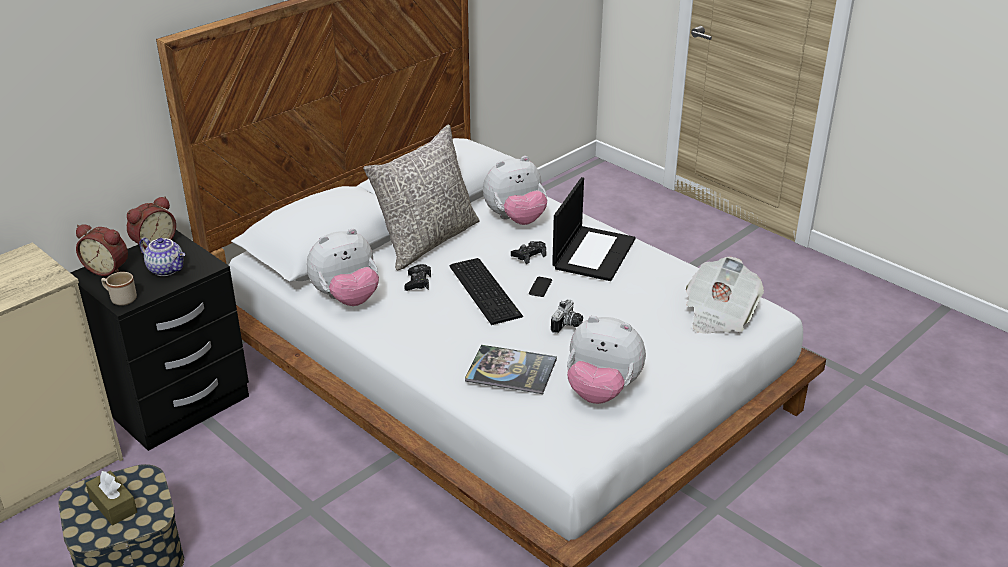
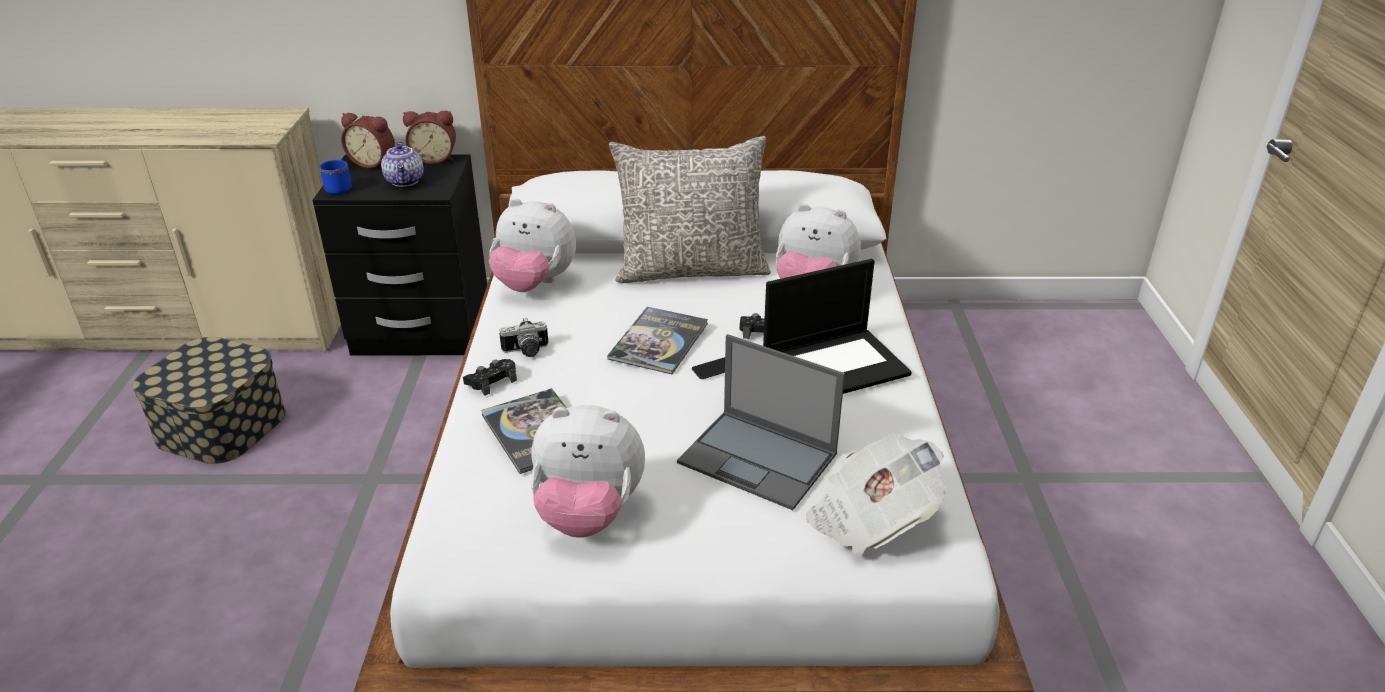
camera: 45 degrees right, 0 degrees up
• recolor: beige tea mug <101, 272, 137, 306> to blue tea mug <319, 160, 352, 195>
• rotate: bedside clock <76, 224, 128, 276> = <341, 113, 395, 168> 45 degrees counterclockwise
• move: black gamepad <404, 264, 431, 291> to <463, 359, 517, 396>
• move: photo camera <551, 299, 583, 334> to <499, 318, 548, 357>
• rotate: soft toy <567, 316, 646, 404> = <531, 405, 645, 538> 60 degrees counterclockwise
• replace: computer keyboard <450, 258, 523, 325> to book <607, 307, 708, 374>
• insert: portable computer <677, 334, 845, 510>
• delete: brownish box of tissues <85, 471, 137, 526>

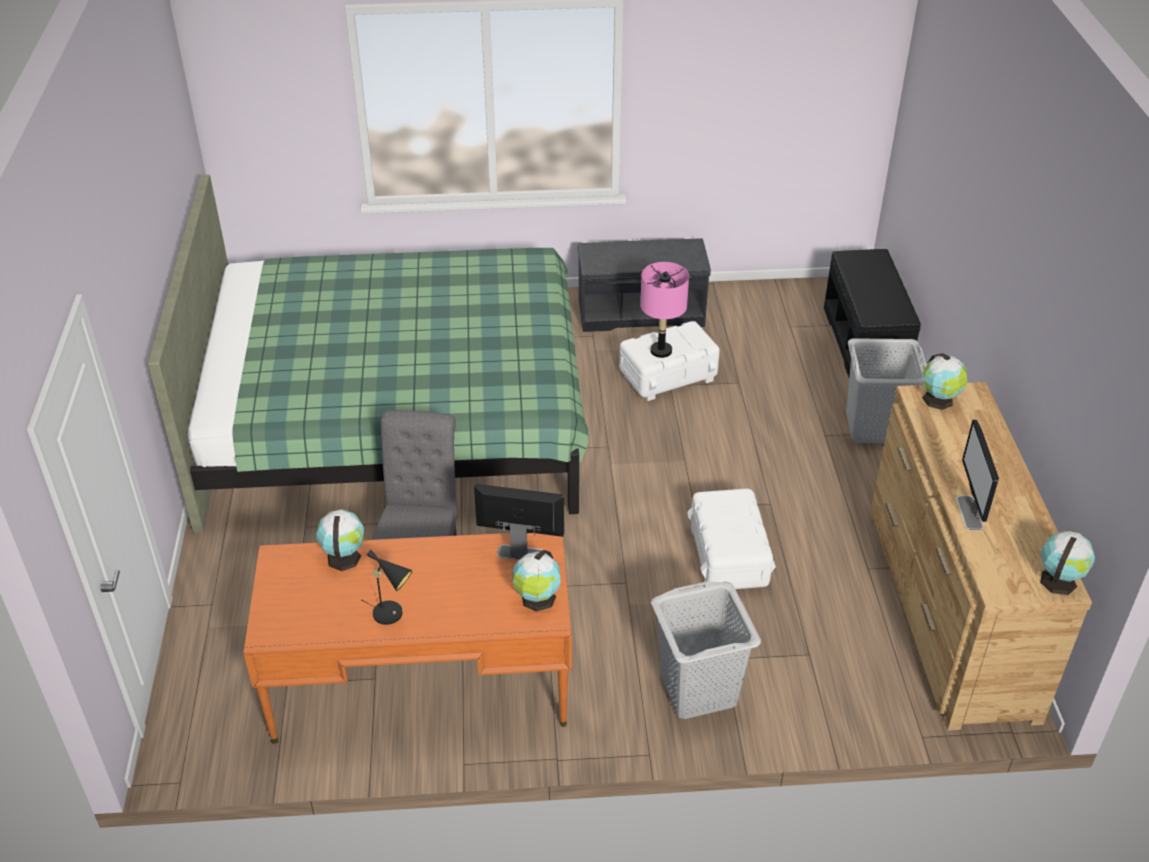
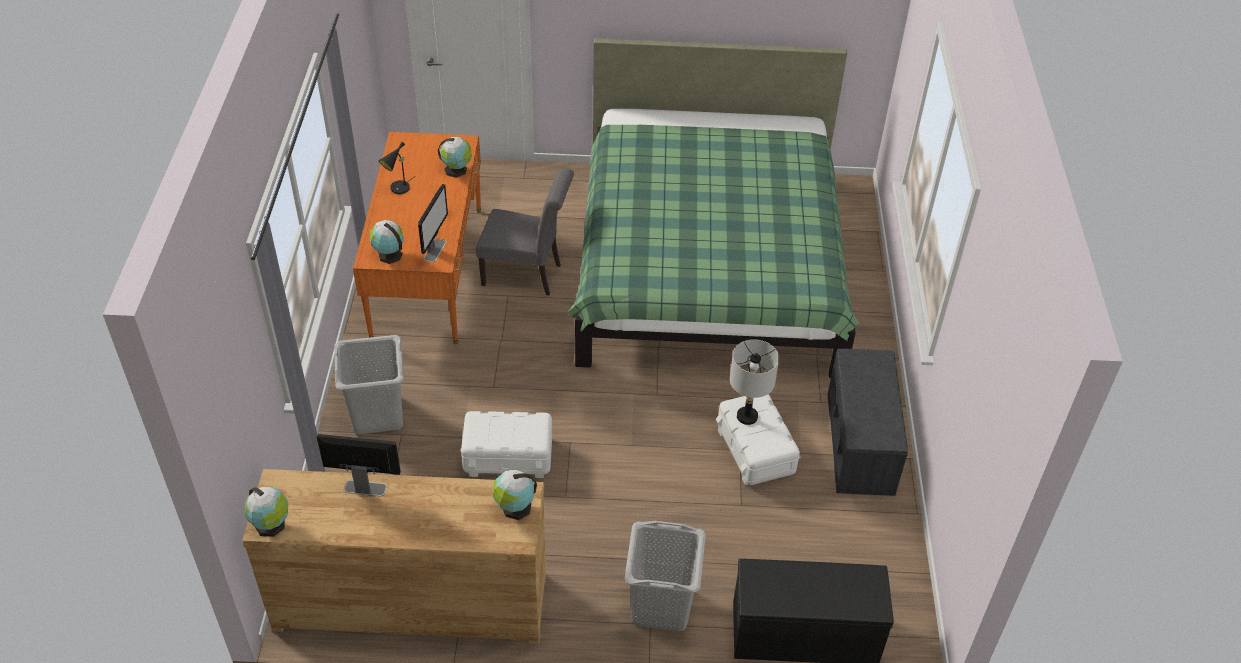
camera: 95 degrees right, 5 degrees up
• recolor: pink tabletop lamp <640, 262, 689, 358> to greyish tabletop lamp <730, 339, 779, 425>

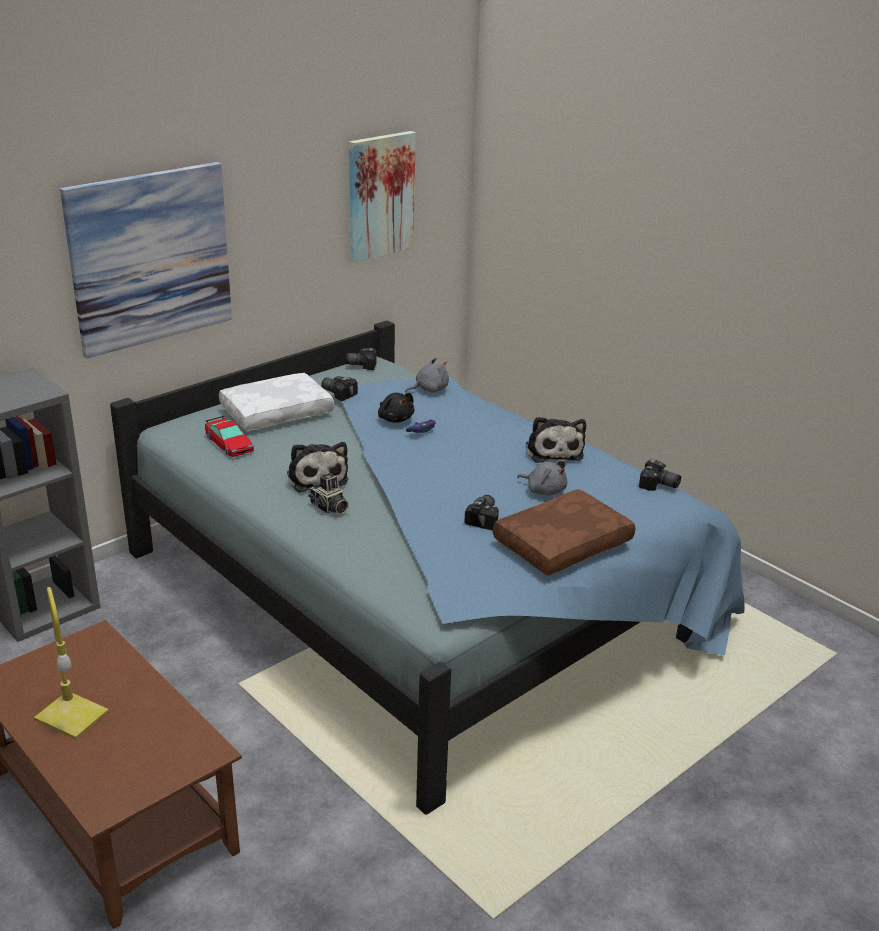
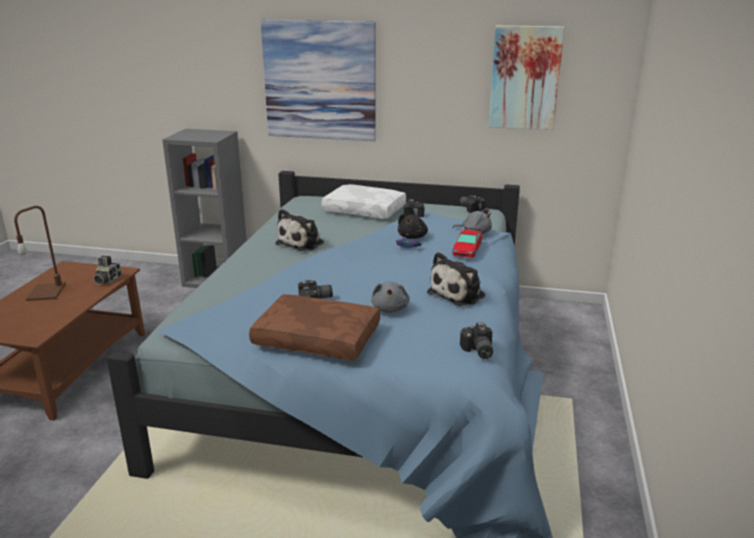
camera: 55 degrees right, 5 degrees down
• recolor: yellowish tabletop lamp <34, 587, 109, 739> to brownish tabletop lamp <14, 206, 65, 301>
• move: photo camera <308, 473, 349, 514> to <93, 256, 121, 285>
• move: toy car <205, 416, 254, 457> to <452, 228, 482, 258>

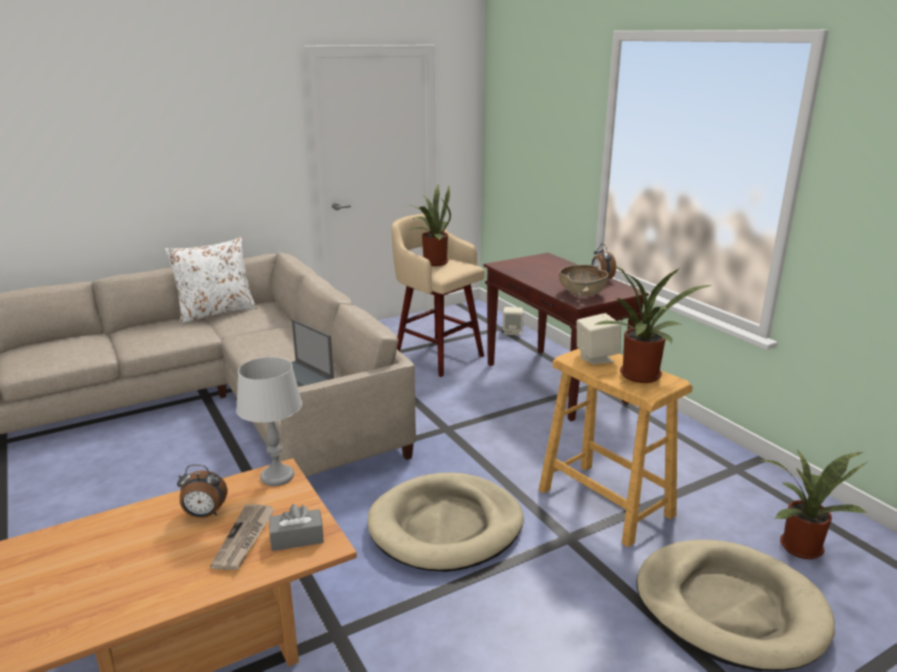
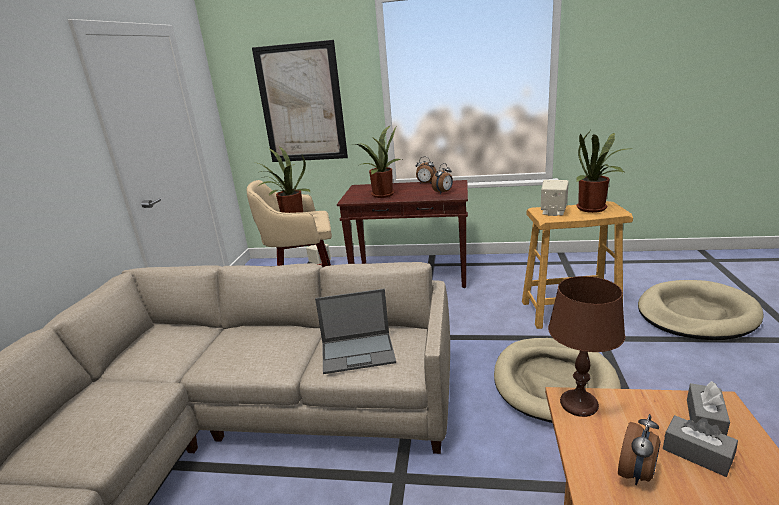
camera: 50 degrees left, 0 degrees up
• insert: wall art <252, 40, 348, 162>
• move: potted plant <760, 450, 868, 559> to <351, 126, 402, 198>
• replace: brownish bowl <559, 265, 608, 297> to bedside clock <431, 163, 453, 194>
• recolor: greyish tabletop lamp <236, 357, 302, 486> to brownish tabletop lamp <548, 276, 625, 417>
• replace: printed paper <210, 504, 275, 570> to greyish box of tissues <663, 415, 738, 477>
• delete: whitish cushion <164, 237, 257, 324>

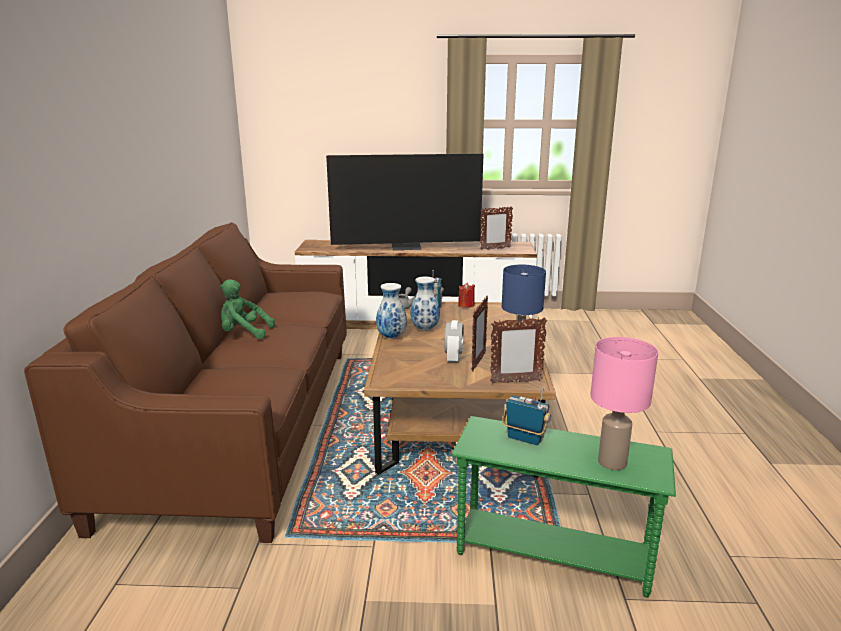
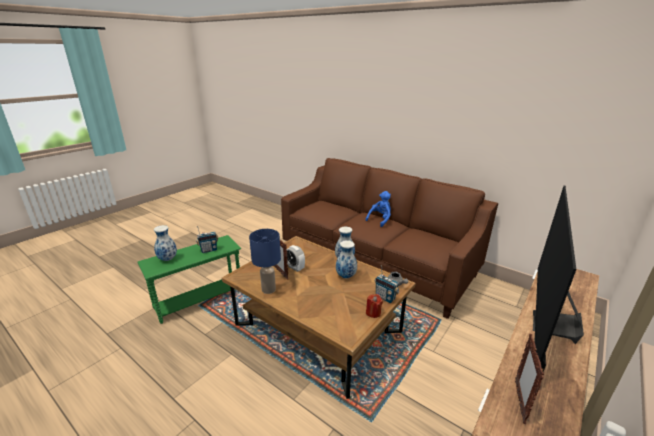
camera: 125 degrees right, 5 degrees up
• replace: pink tabletop lamp <590, 337, 658, 470> to vase <154, 225, 177, 261>
• recolor: greenish soft toy <220, 279, 275, 339> to blue soft toy <365, 191, 391, 227>
• delete: picture frame <490, 318, 547, 384>

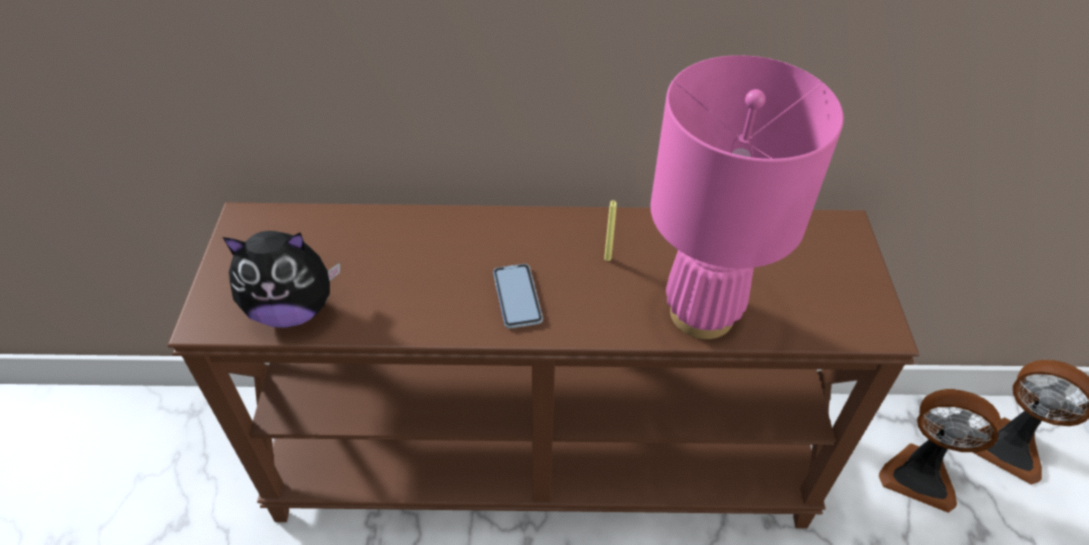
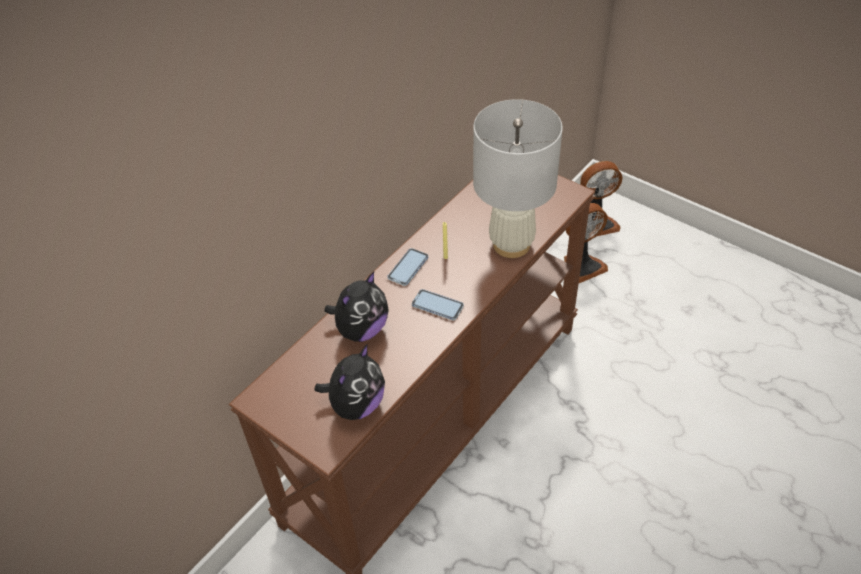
camera: 50 degrees left, 0 degrees up
• insert: soft toy <324, 271, 389, 342>
• insert: handset <387, 248, 429, 286>
• recolor: pink tabletop lamp <650, 55, 844, 339> to whitish tabletop lamp <473, 99, 563, 258>

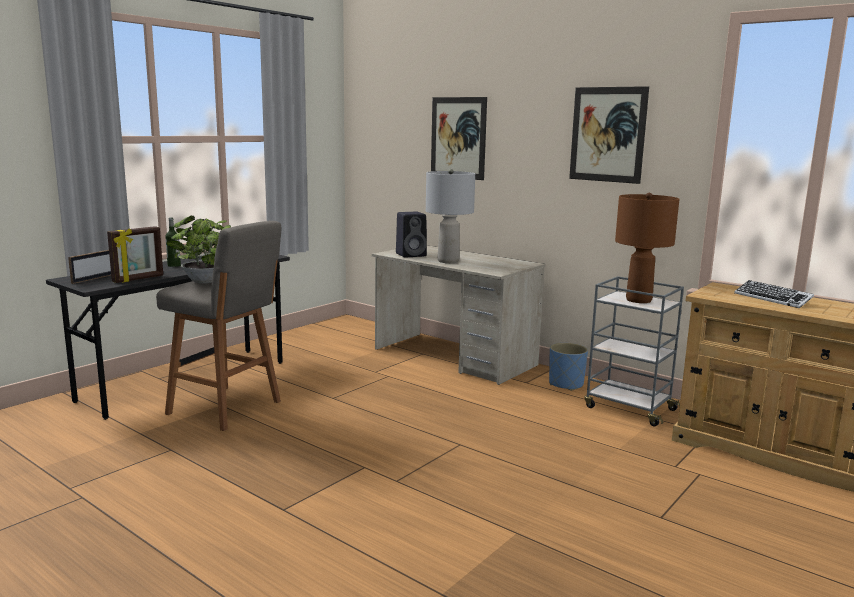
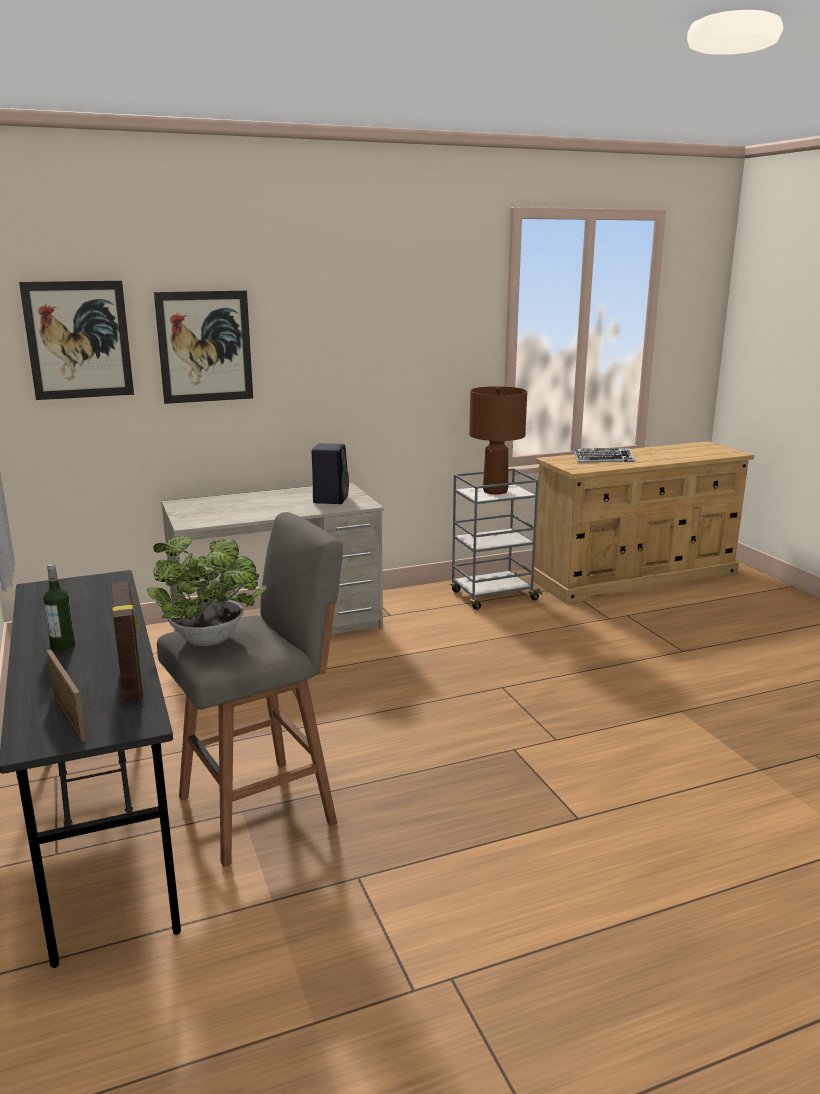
camera: 60 degrees left, 5 degrees up
• move: wall art <569, 86, 649, 184> to <19, 281, 134, 400>
• move: black speaker <396, 212, 427, 258> to <311, 443, 349, 504>
• delete: greyish tabletop lamp <426, 169, 475, 263>
• delete: blue plant pot <549, 343, 588, 391>

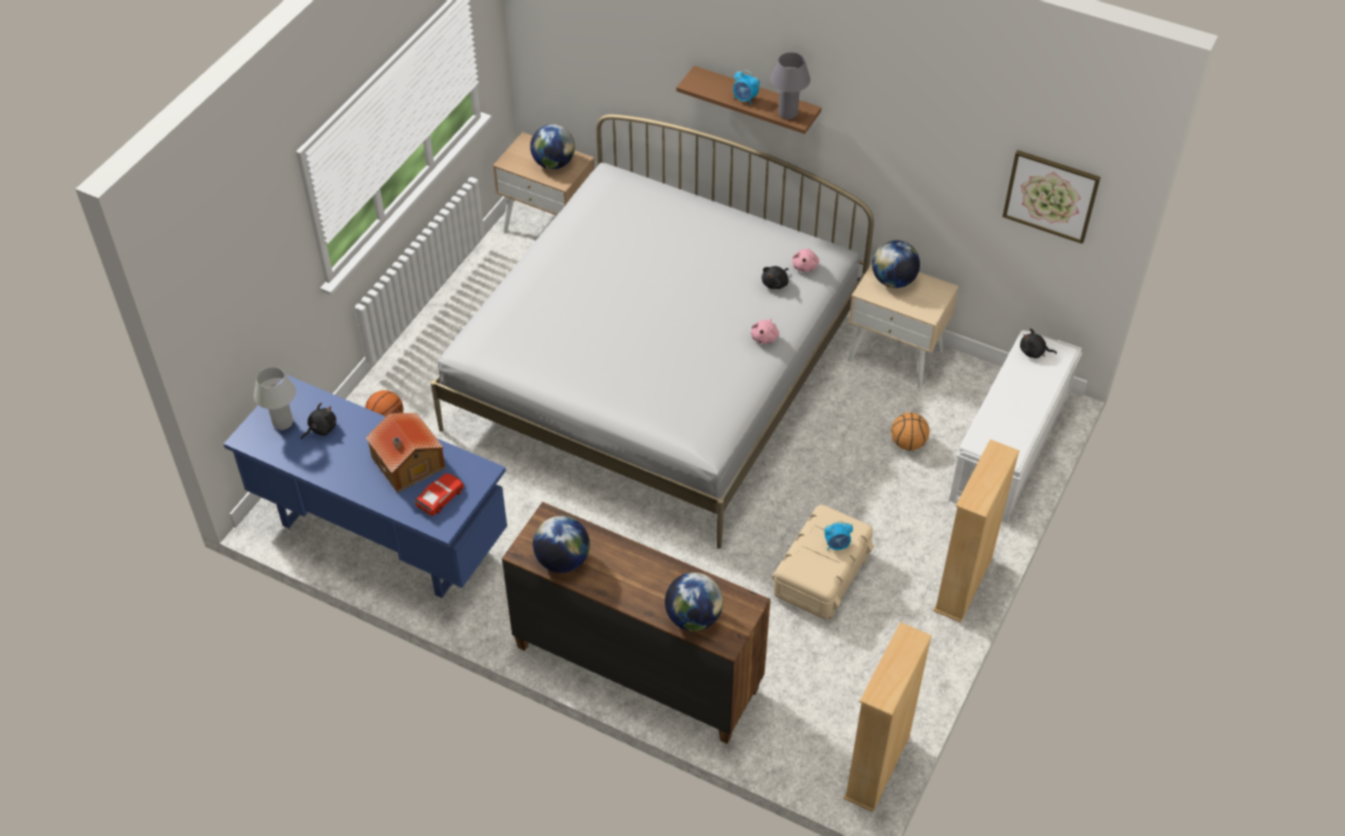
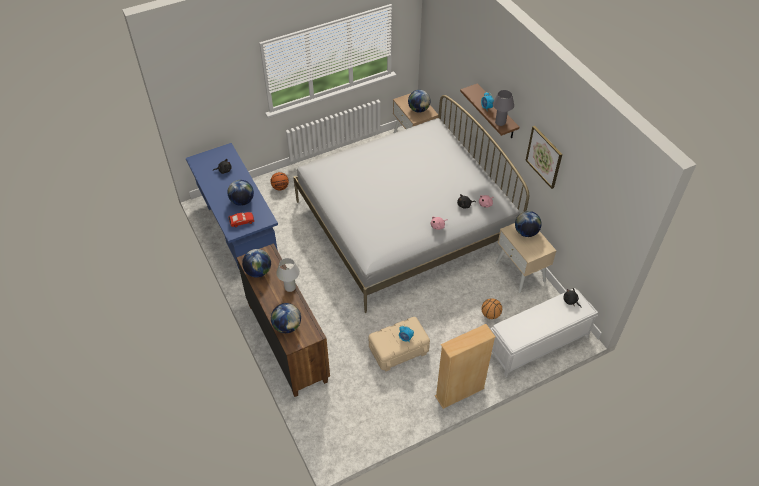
camera: 35 degrees right, 0 degrees up
• replace: miniature house <366, 413, 446, 493> to desk globe <227, 180, 254, 206>
• move: whitish tabletop lamp <254, 367, 296, 430> to <276, 258, 300, 292>
• move: wall art <1002, 150, 1101, 244> to <525, 126, 562, 189>
• delete: beige bookcase <843, 622, 932, 812>

